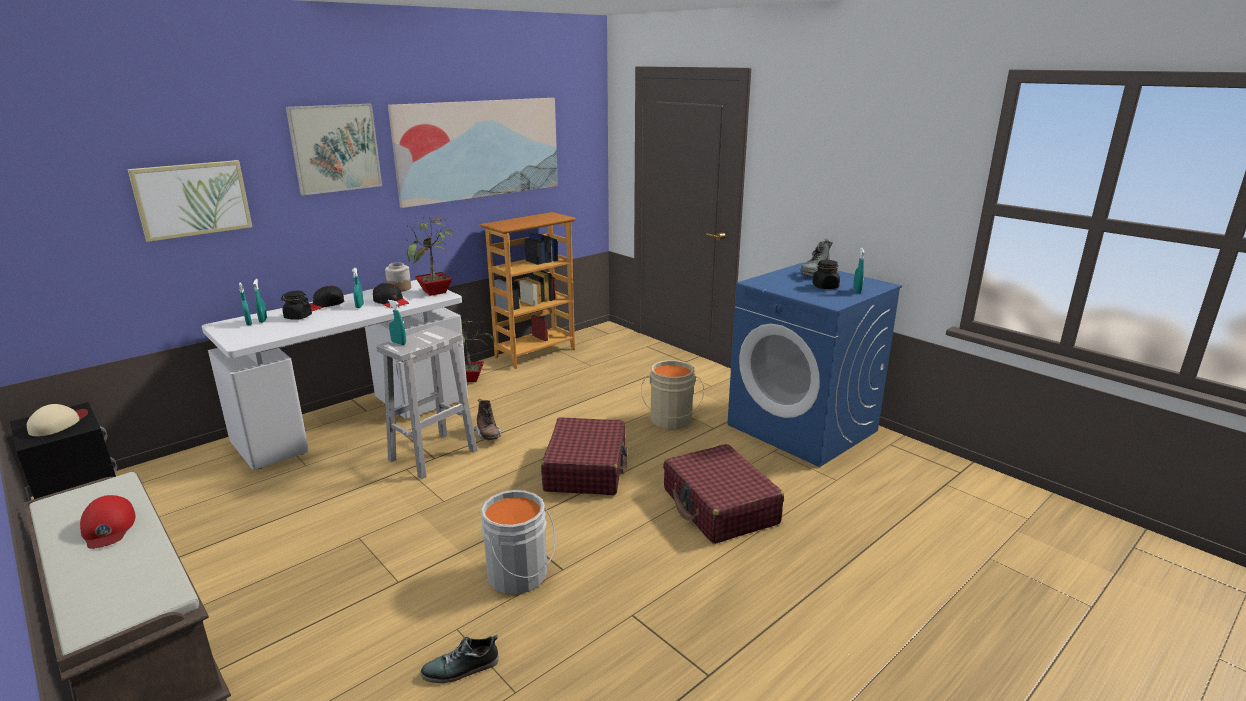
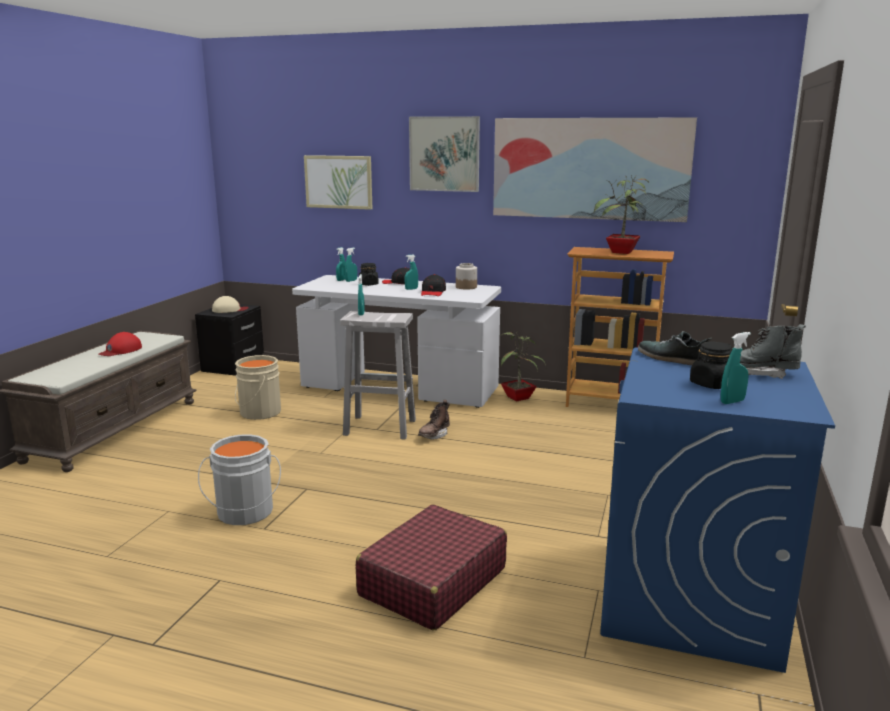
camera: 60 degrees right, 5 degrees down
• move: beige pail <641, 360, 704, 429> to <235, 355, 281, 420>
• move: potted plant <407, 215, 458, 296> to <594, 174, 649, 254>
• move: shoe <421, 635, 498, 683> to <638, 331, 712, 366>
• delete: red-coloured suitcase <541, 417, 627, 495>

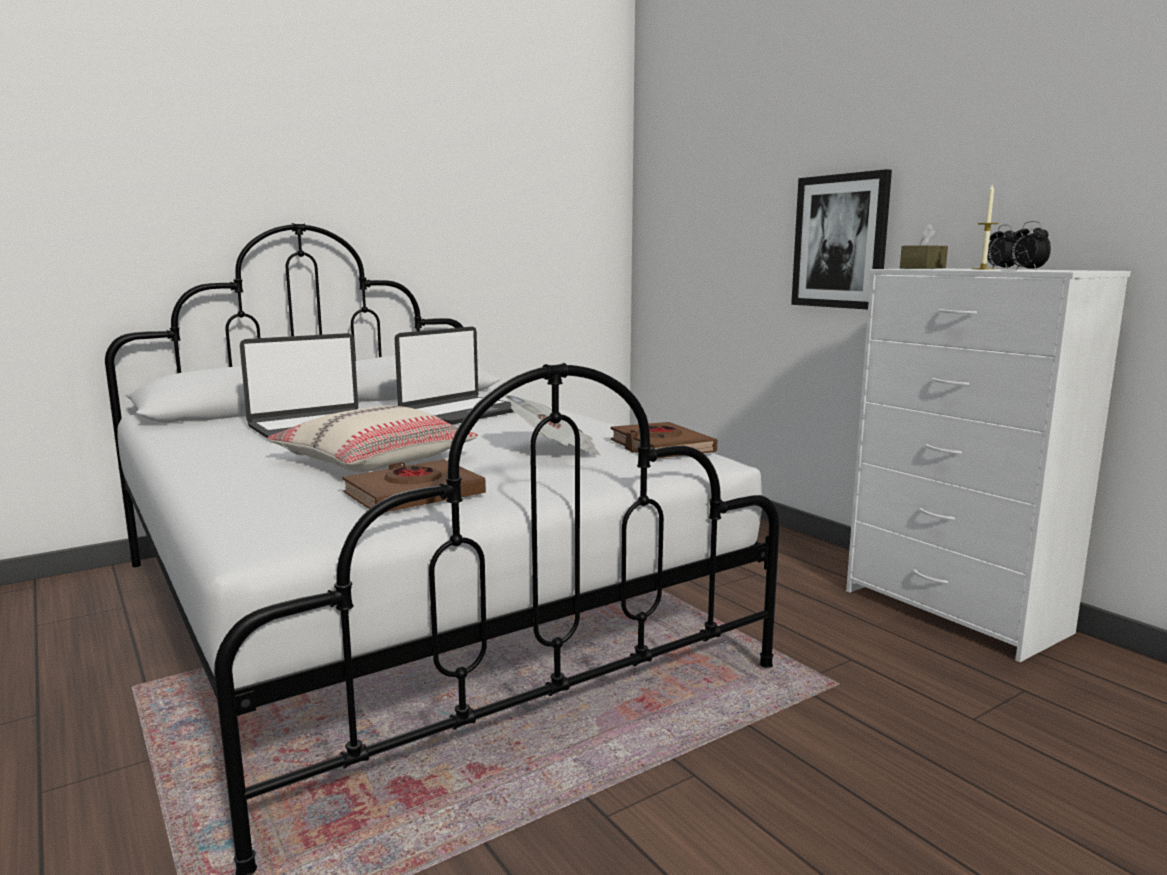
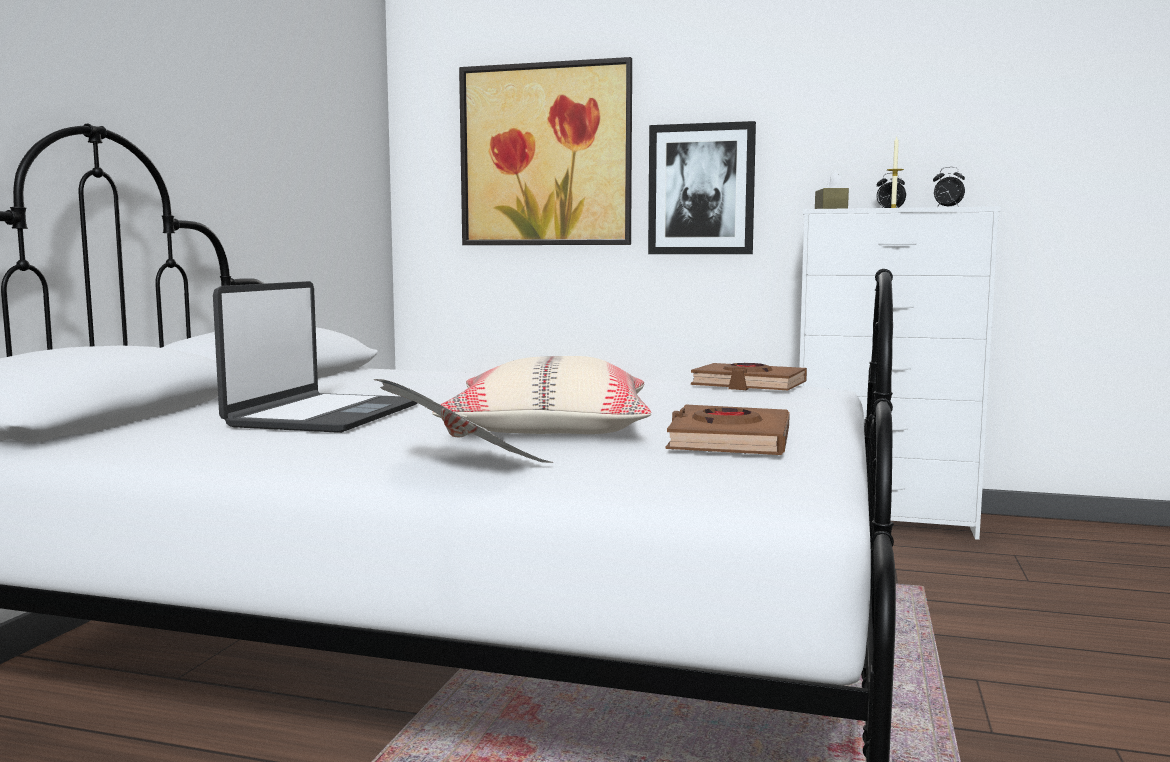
camera: 40 degrees left, 5 degrees down
• move: printed paper <505, 395, 601, 455> to <374, 379, 553, 463>
• insert: wall art <459, 57, 632, 245>
• delete: portable computer <395, 326, 514, 425>

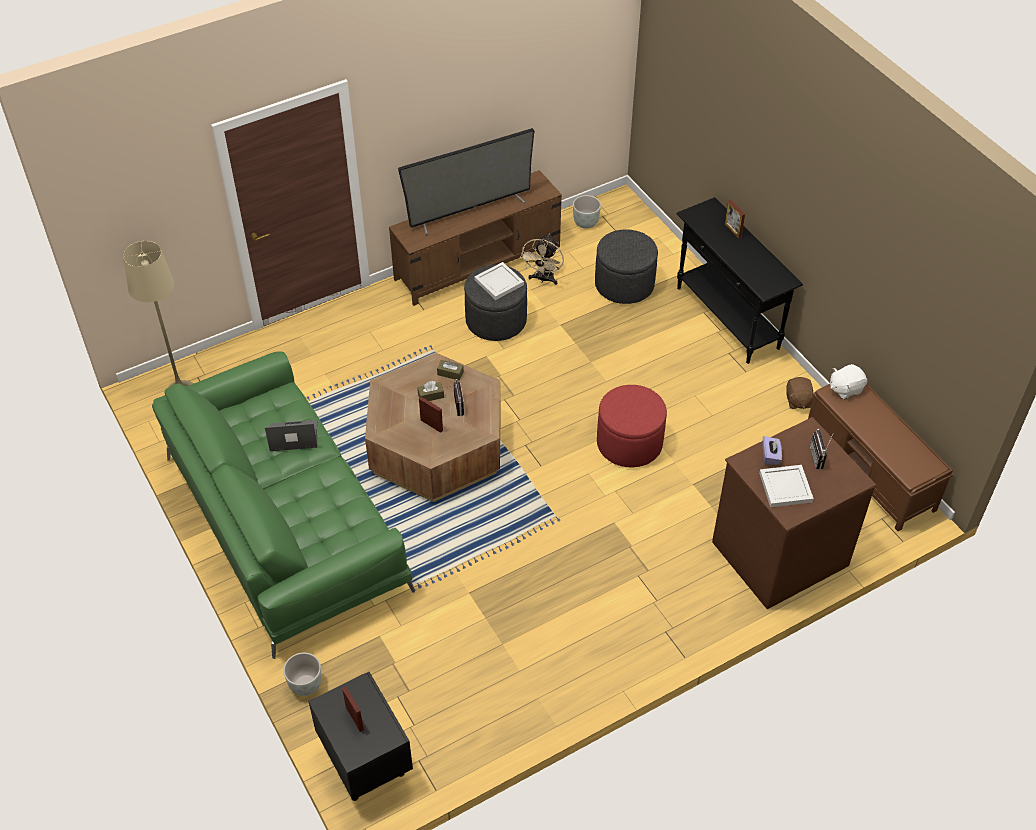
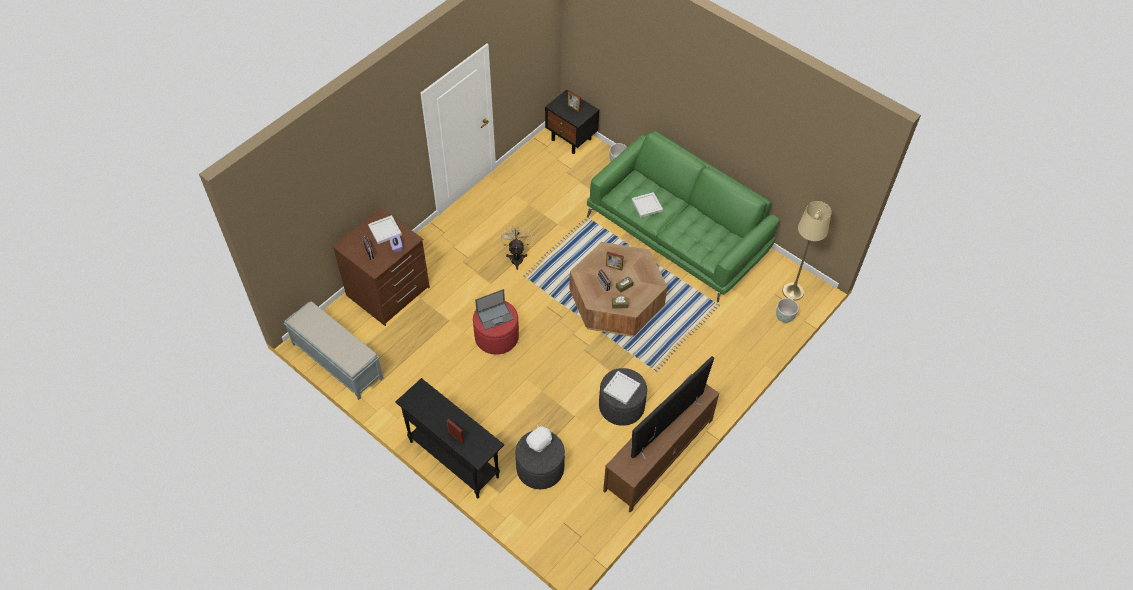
camera: 160 degrees right, 5 degrees up
• recolor: brownish bench <808, 384, 953, 531> to greyish bench <284, 302, 383, 400>
• move: portable computer <265, 420, 318, 451> to <475, 289, 514, 330>
• move: beige fan <520, 234, 564, 285> to <501, 225, 531, 270>
• move: whitish soft toy <830, 364, 867, 400> to <526, 424, 552, 452>
• insert: whitish serving tray <632, 192, 663, 217>
• move: greyish plant pot <573, 195, 601, 229> to <776, 298, 799, 323>
• delete: brownish soft toy <786, 377, 814, 409>

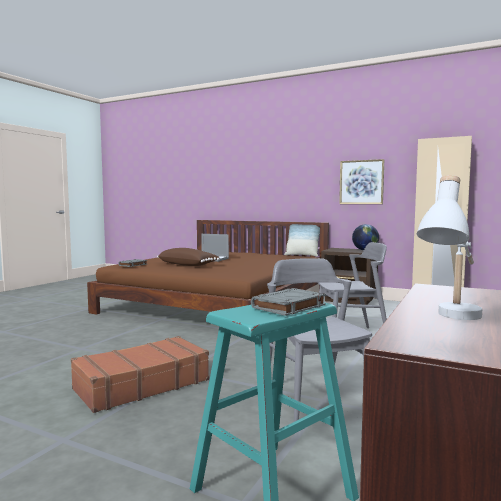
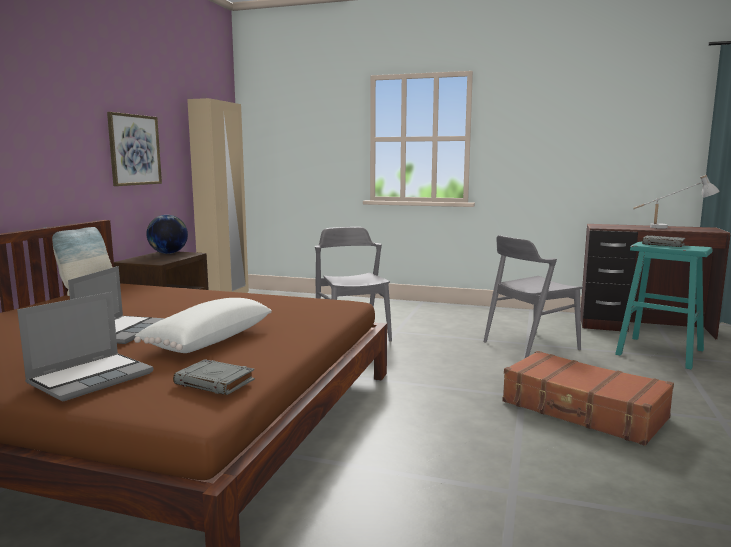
camera: 100 degrees left, 5 degrees up
• insert: portable computer <17, 292, 154, 401>
• recolor: brownish cushion <157, 248, 220, 266> to whitish cushion <134, 298, 272, 353>

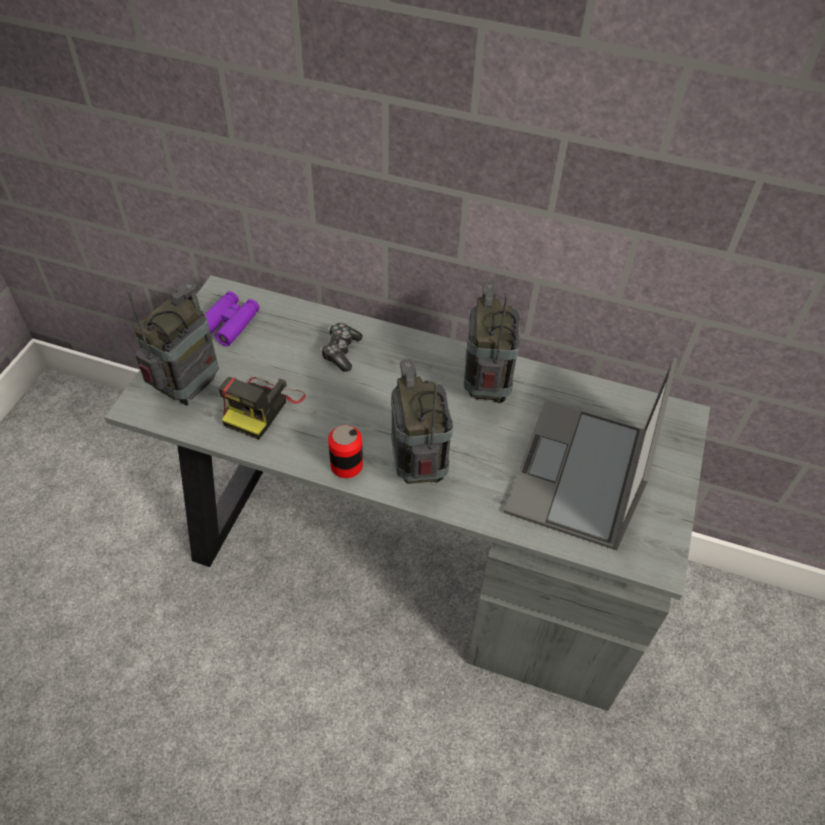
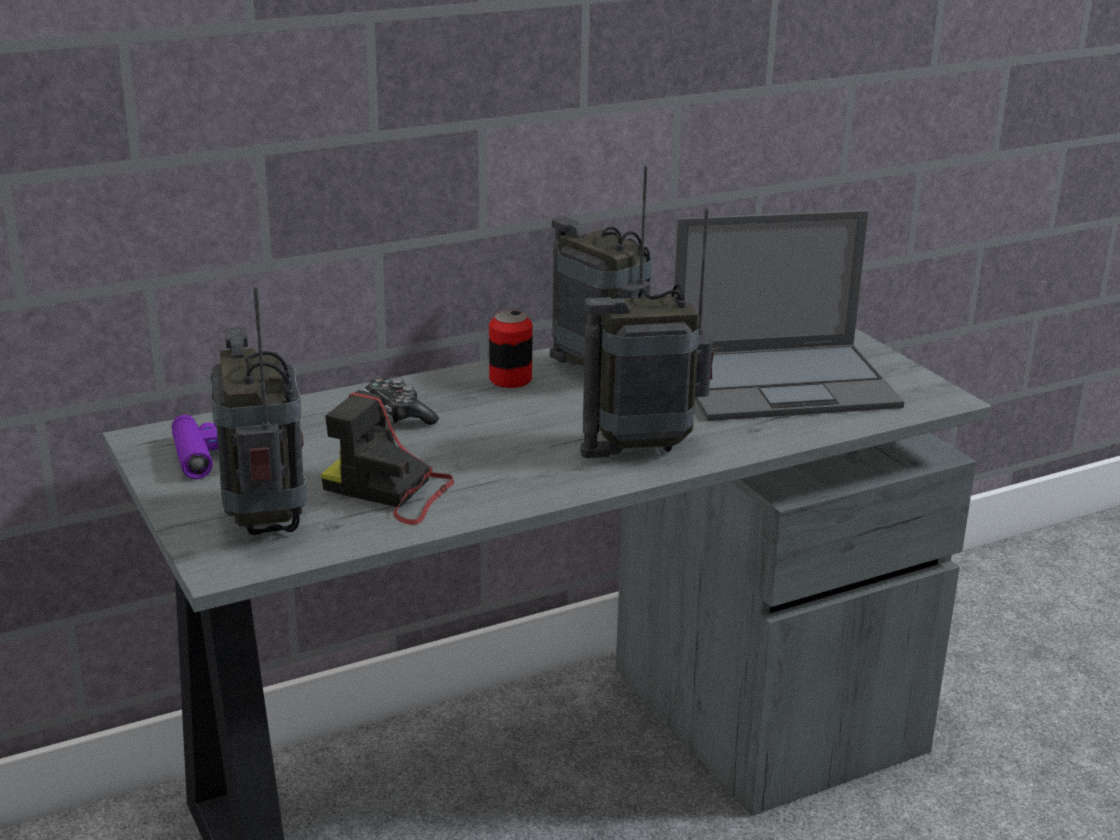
camera: 45 degrees left, 25 degrees down
• rotate: photo camera <218, 377, 306, 440> = <321, 390, 454, 525> 135 degrees clockwise
• move: metal can <328, 425, 363, 478> to <489, 311, 533, 388>
• rotate: radio set <391, 359, 453, 484> = <580, 208, 714, 458> 45 degrees counterclockwise
• rotate: portable computer <504, 357, 677, 550> = <674, 210, 904, 421> 75 degrees counterclockwise

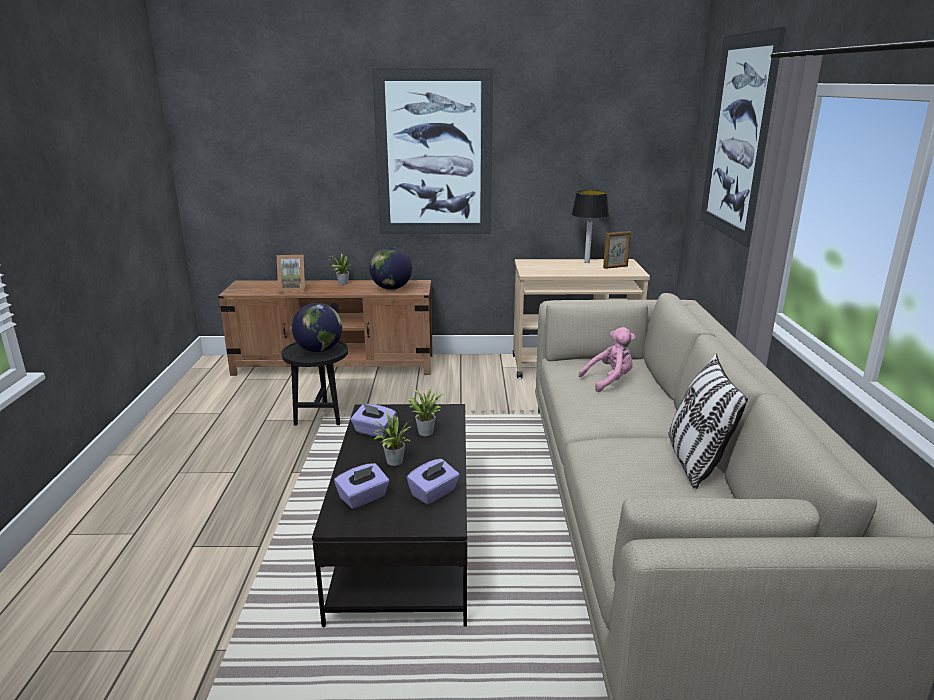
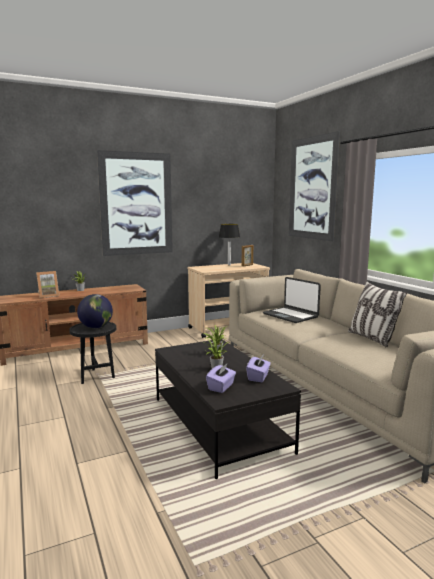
camera: 25 degrees left, 10 degrees down
• replace: pink soft toy <578, 327, 635, 392> to portable computer <263, 277, 321, 323>
• delete: purple-coloured box of tissues <351, 404, 397, 438>
• delete: desk globe <369, 247, 412, 290>

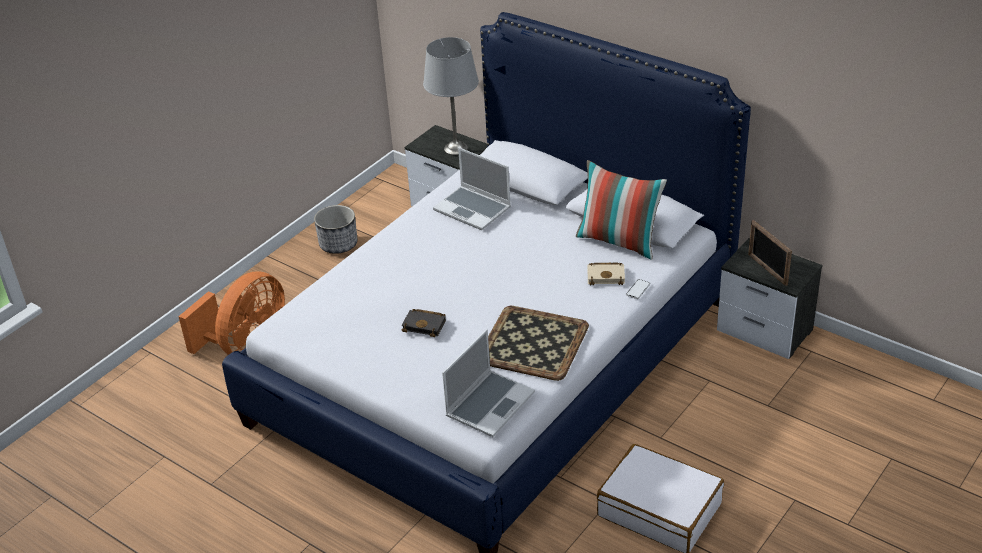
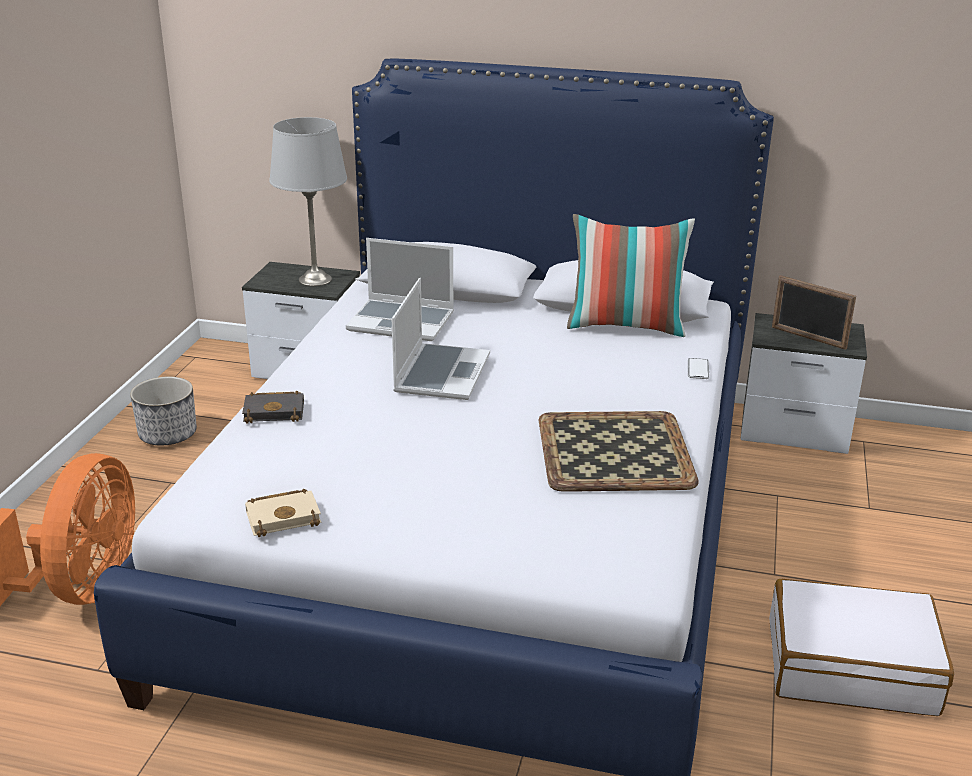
camera: 25 degrees left, 10 degrees down
• move: black book <401, 309, 446, 337> to <242, 391, 304, 423>
• move: beige book <588, 263, 625, 285> to <245, 489, 321, 537>
• move: portable computer <442, 329, 535, 437> to <392, 278, 490, 400>

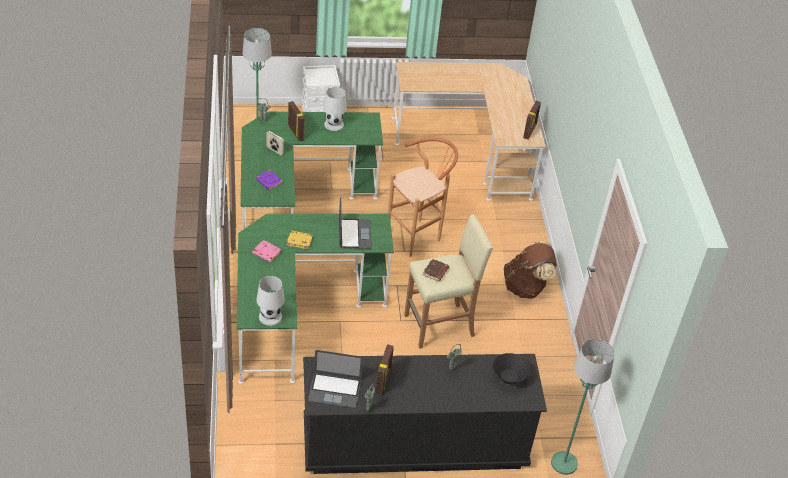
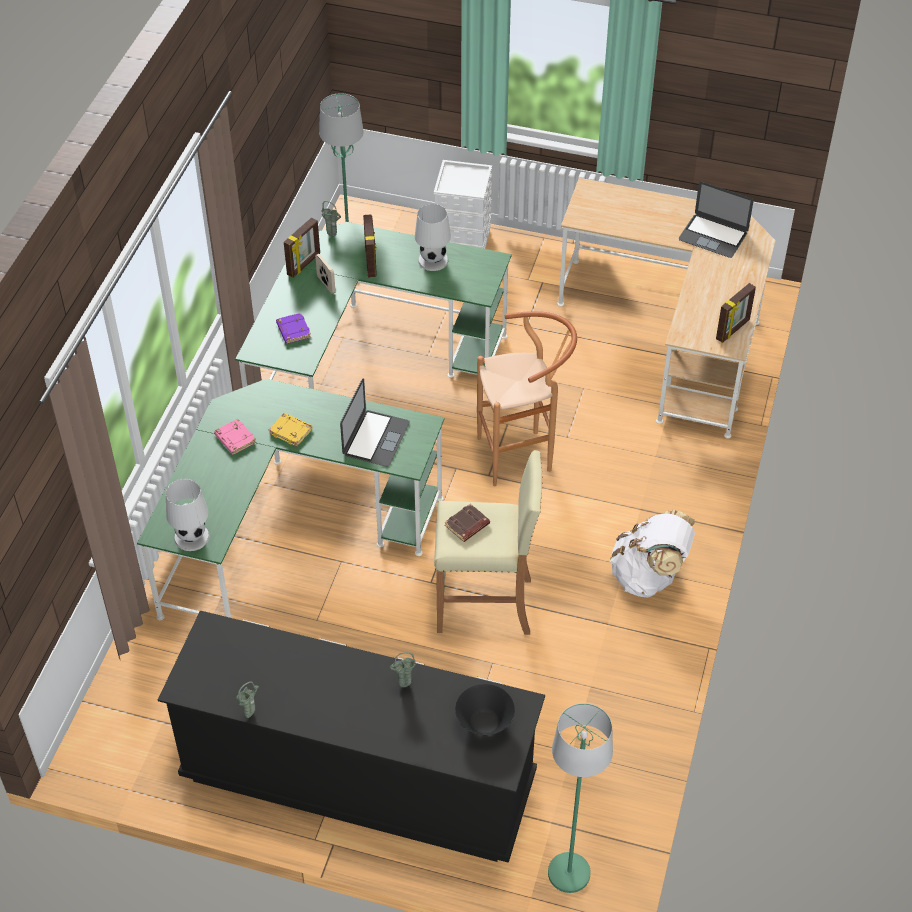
camera: 25 degrees right, 5 degrees up
• move: picture frame <376, 344, 394, 395> to <284, 218, 320, 277>
• recolor: brownish knapsack <504, 241, 557, 299> to whitish knapsack <610, 510, 695, 597>
• move: portable computer <308, 350, 363, 408> to <679, 182, 753, 258>

